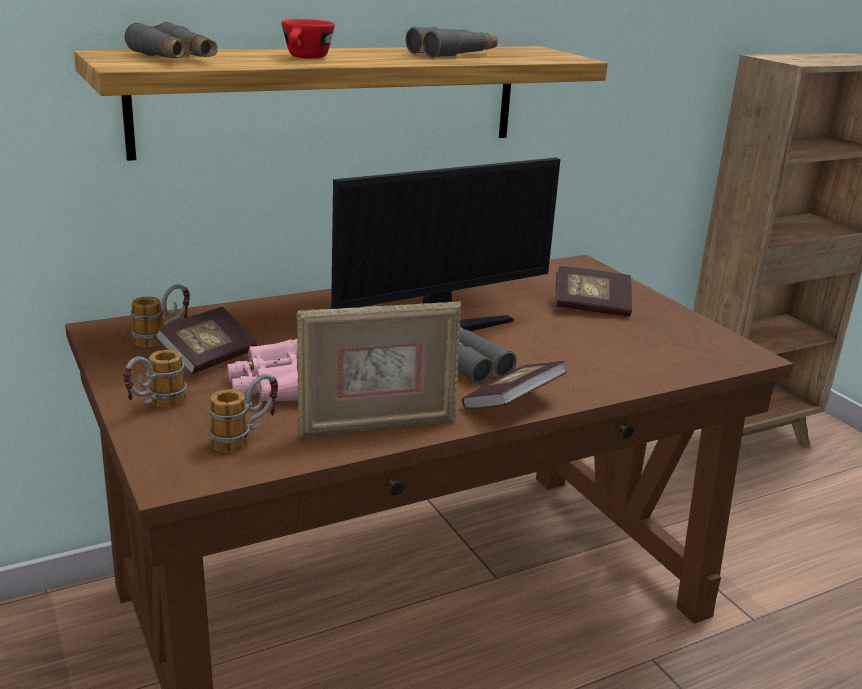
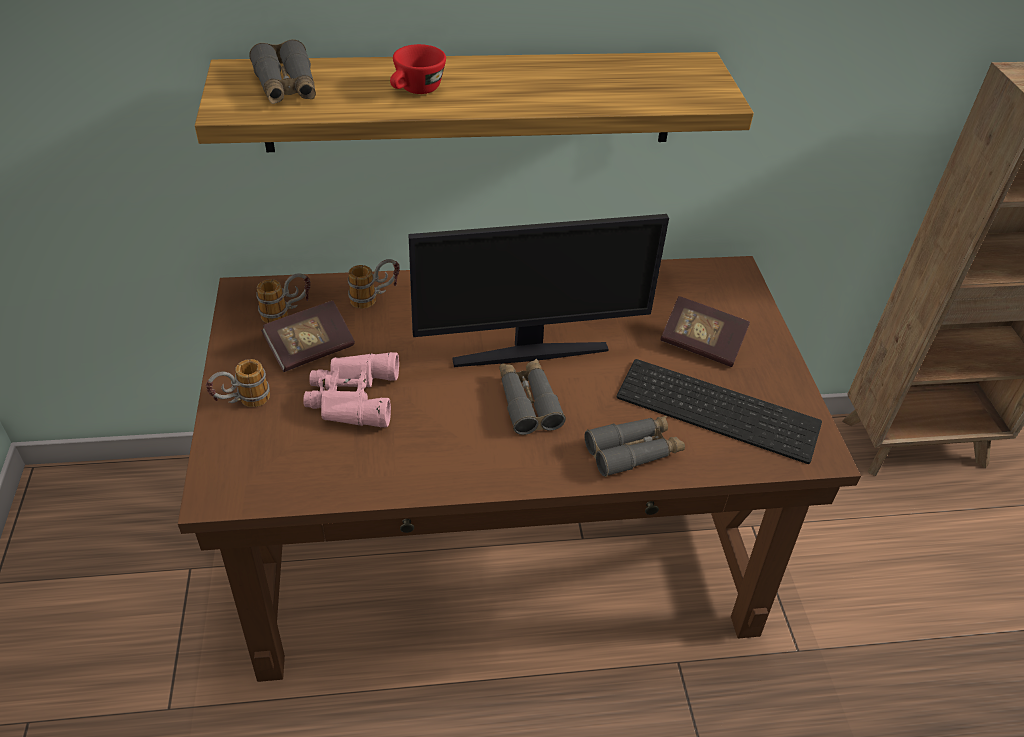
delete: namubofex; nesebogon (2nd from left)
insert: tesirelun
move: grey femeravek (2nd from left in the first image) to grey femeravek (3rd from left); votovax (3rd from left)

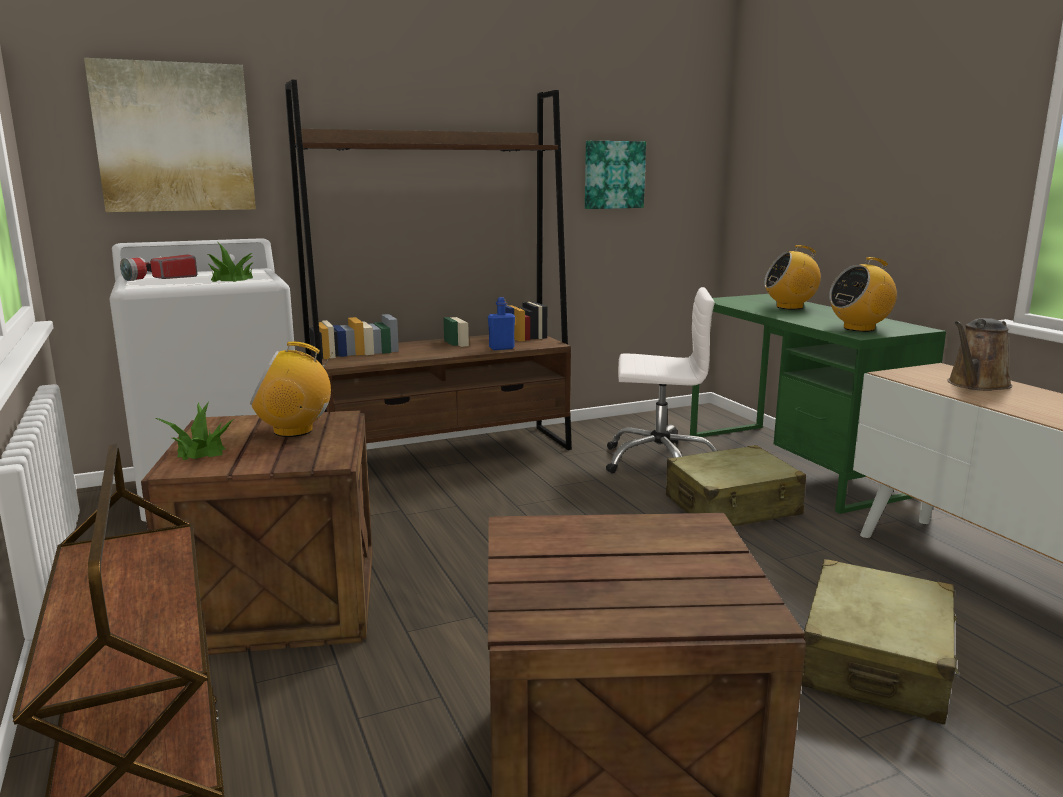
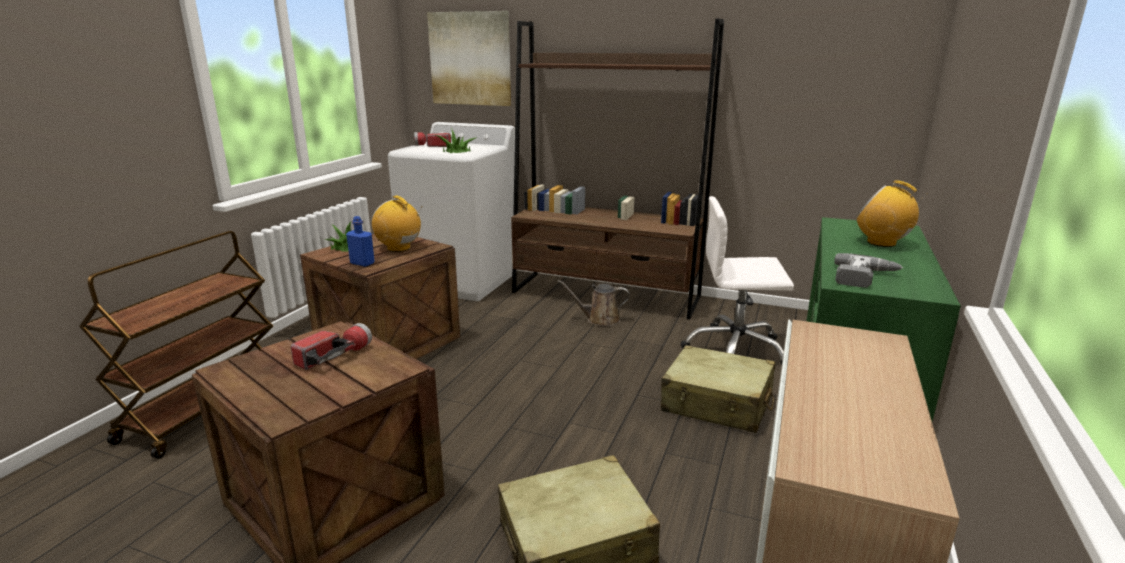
delete: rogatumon (2nd from left)
insert: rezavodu (1st from left)
move: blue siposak; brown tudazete
replace: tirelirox (3rd from left) to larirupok
rotate: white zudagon 135 degrees clockwise

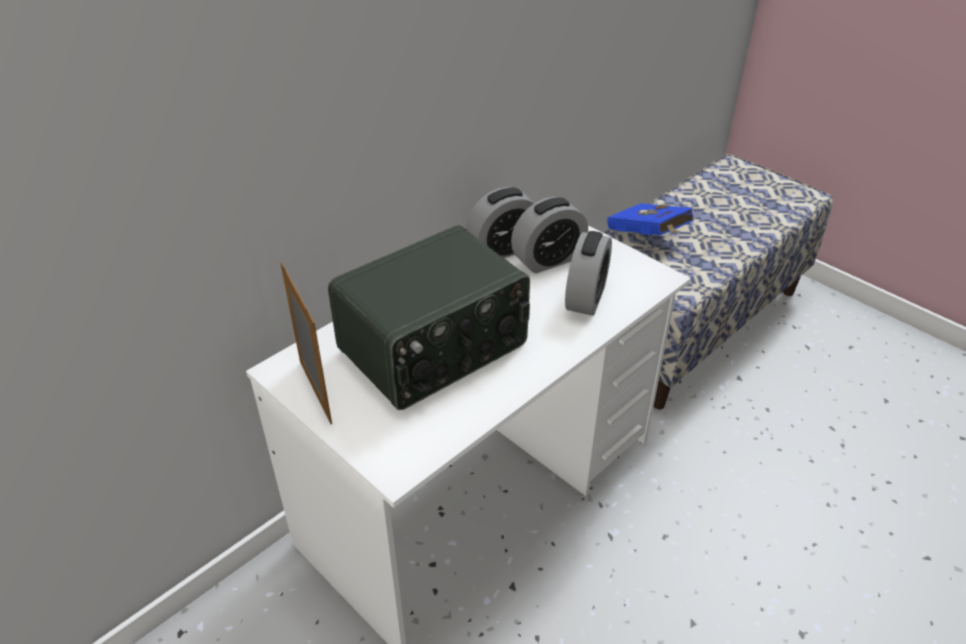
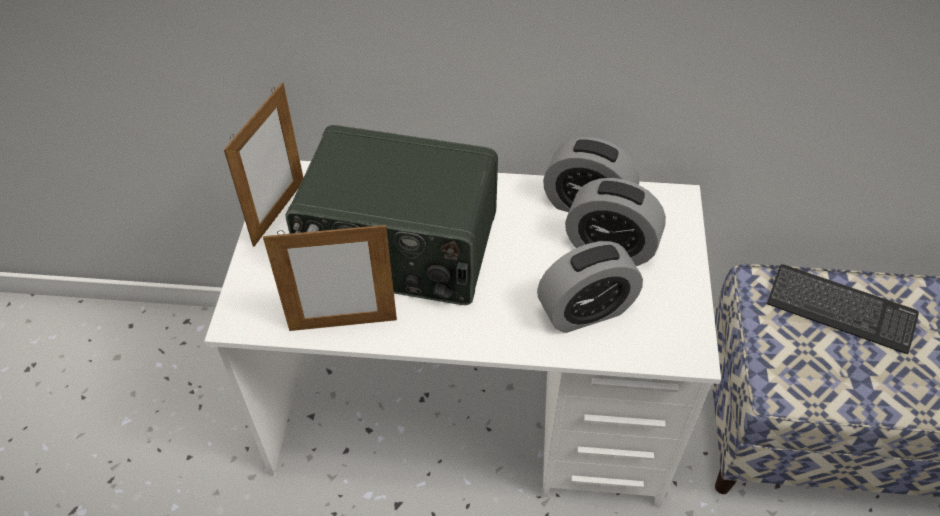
insert: namubofex (2nd from left)
replace: blue nesebogon to tesirelun

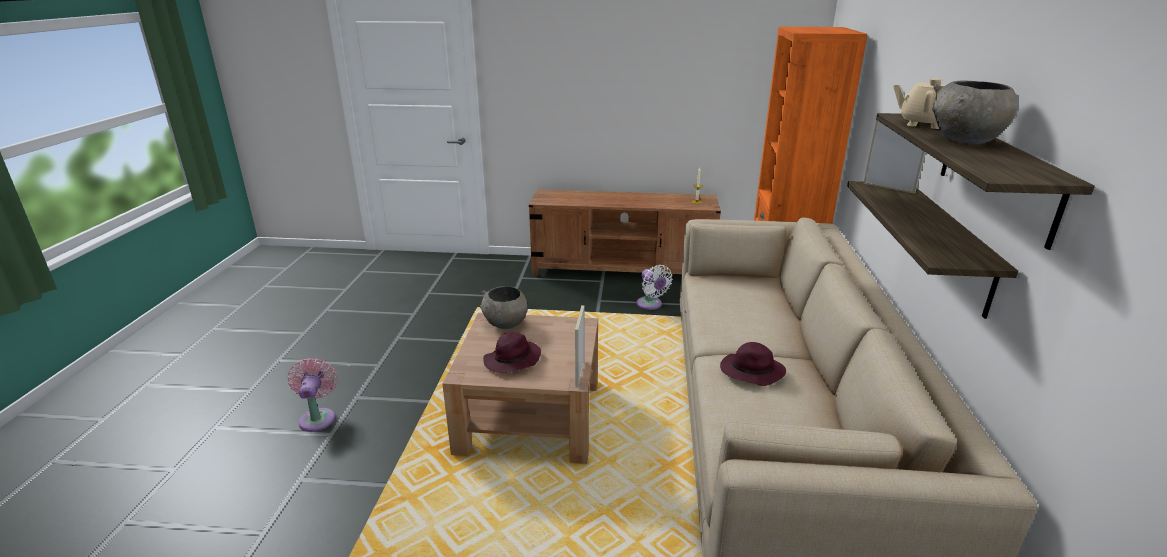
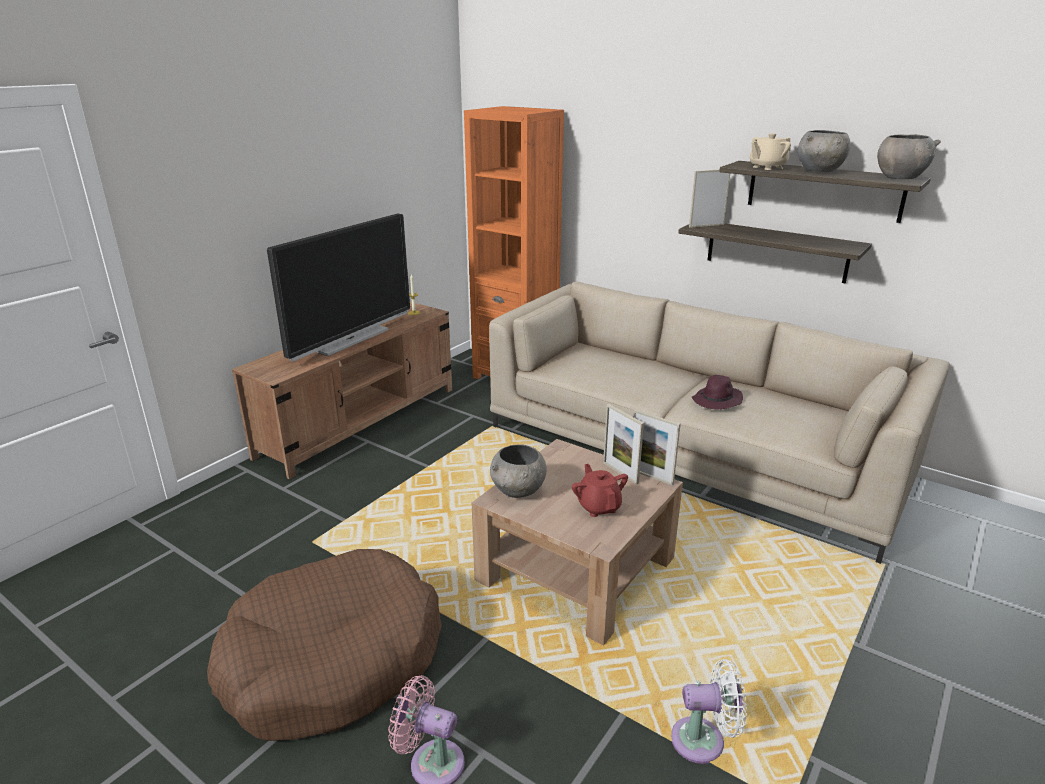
insert: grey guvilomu (3rd from left); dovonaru; namubofex (1st from left); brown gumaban
move: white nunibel
replace: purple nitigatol (1st from left) to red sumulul

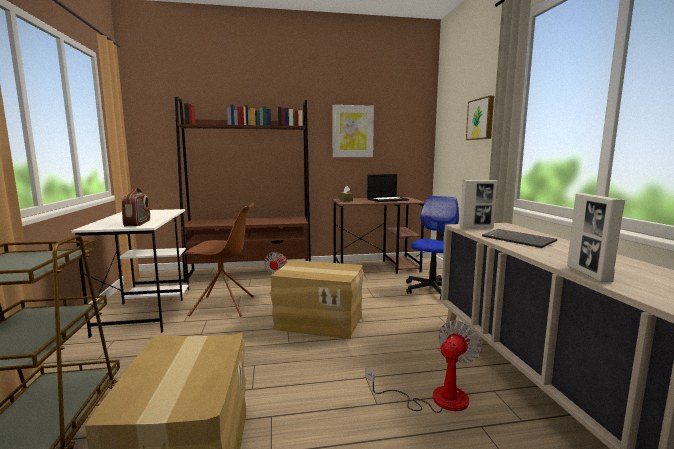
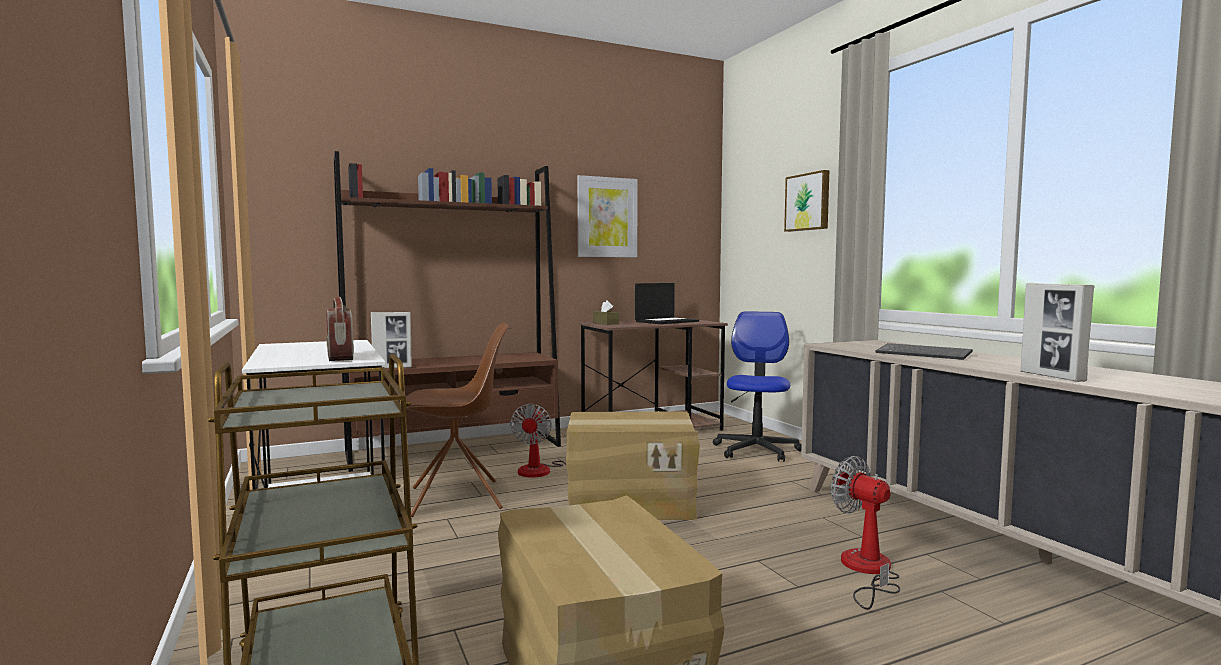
move: namubofex (1st from left)
rotate: nunibel (2nd from left) 60 degrees counterclockwise

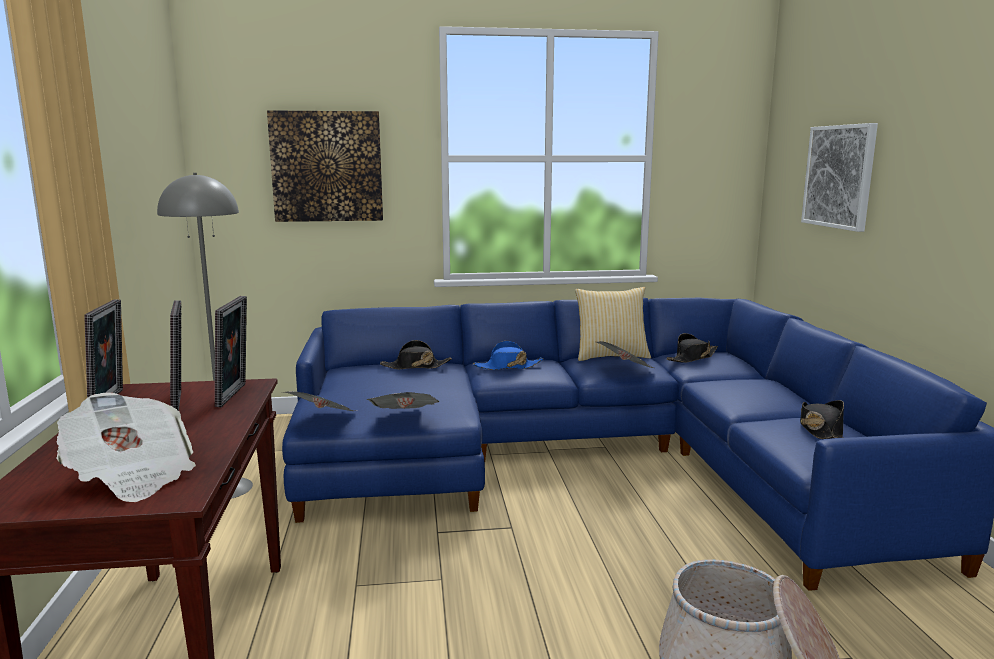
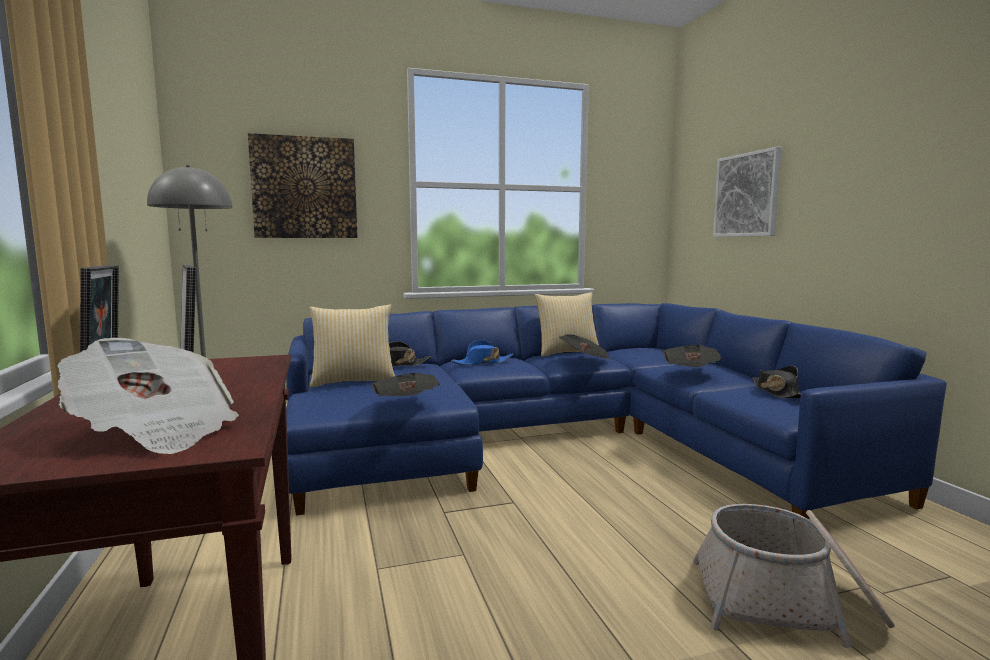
delete: namubofex (3rd from left); black nitigatol (2nd from left)
insert: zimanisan (1st from left)
move: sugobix (2nd from left in the first image) to sugobix (4th from left)

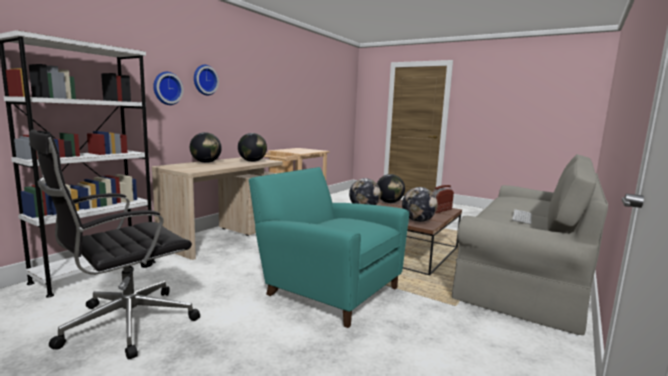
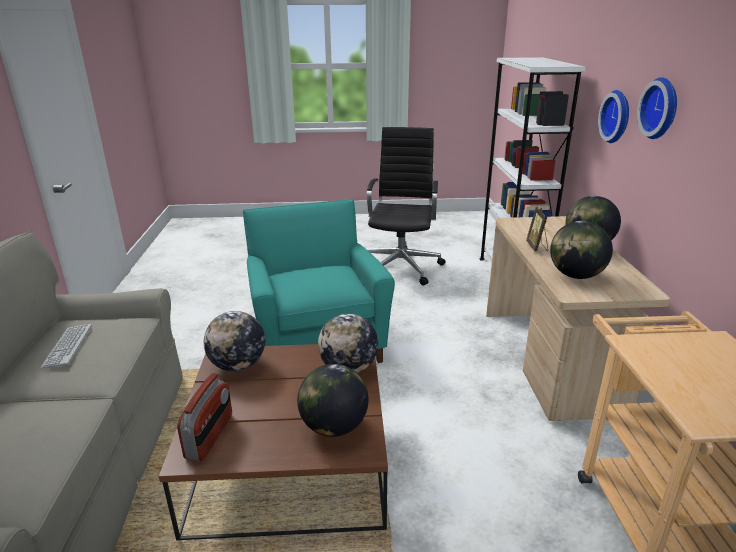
insert: namubofex
rotate: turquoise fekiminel 105 degrees counterclockwise

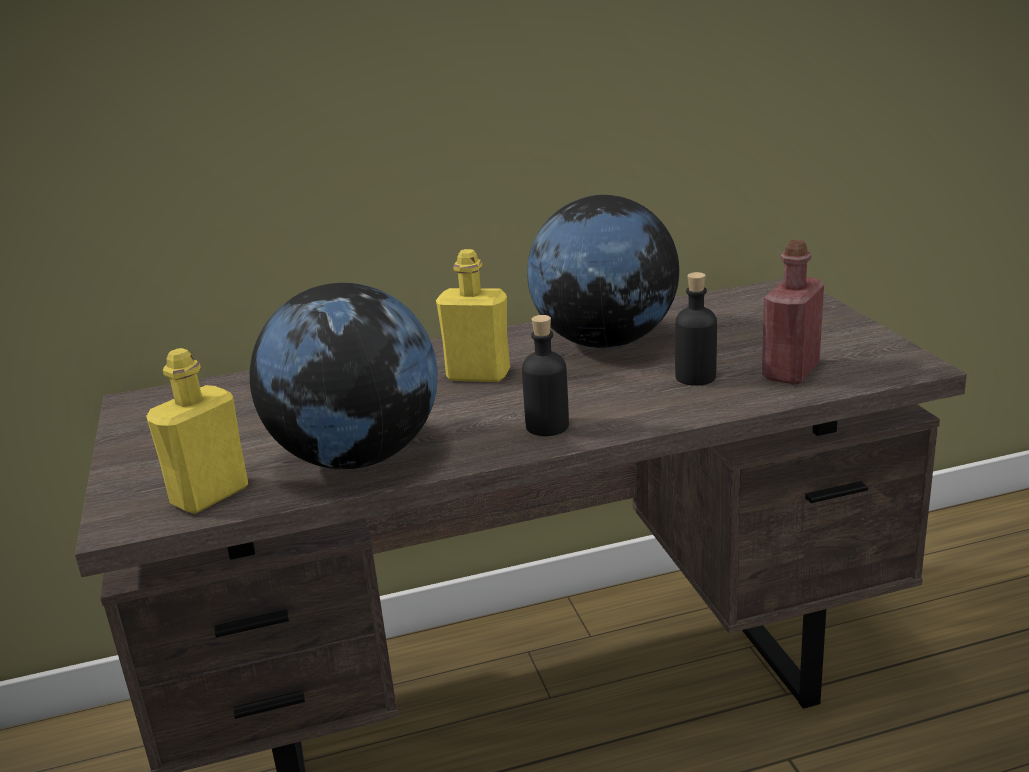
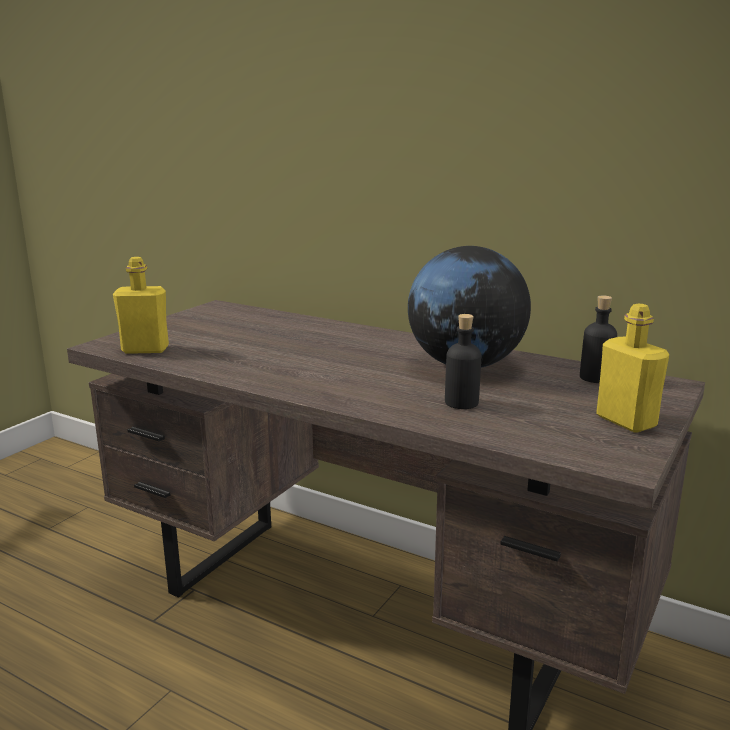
delete: red siposak; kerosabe (1st from left)
move: yellow siposak (2nd from left); black siposak (1st from left in the first image) to black siposak (2nd from left)

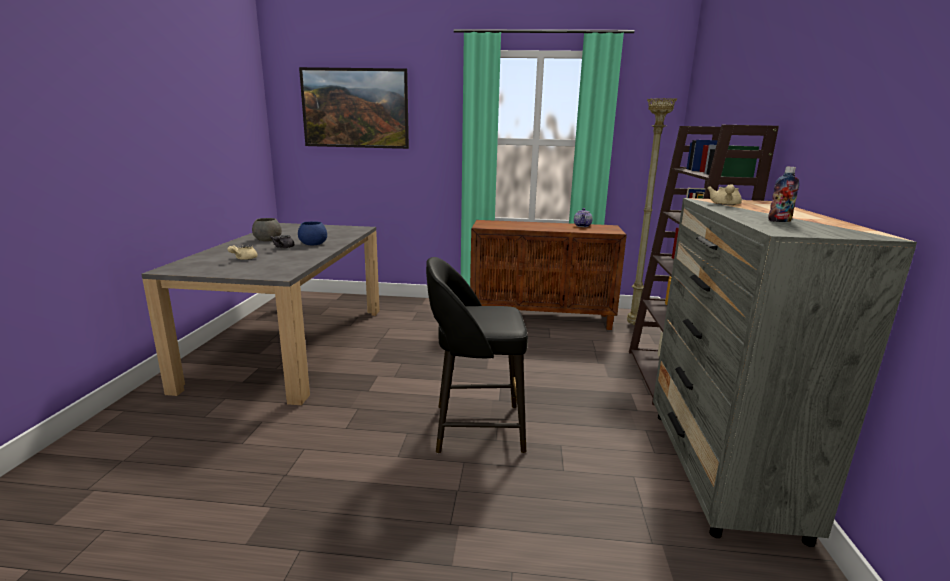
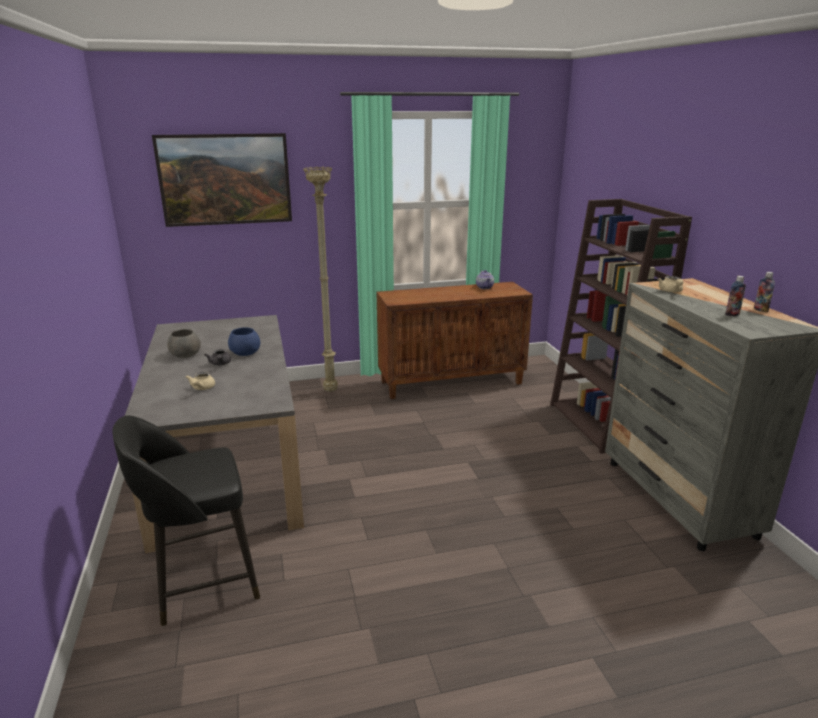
insert: siposak (2nd from left)
move: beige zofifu; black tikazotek

